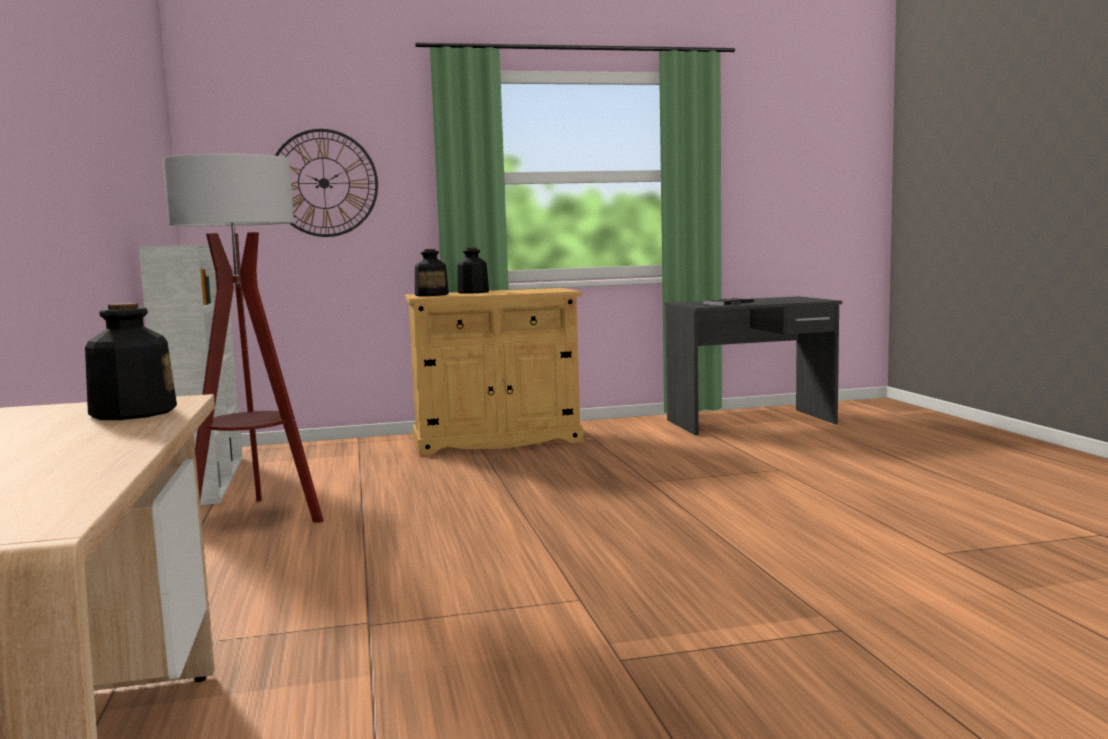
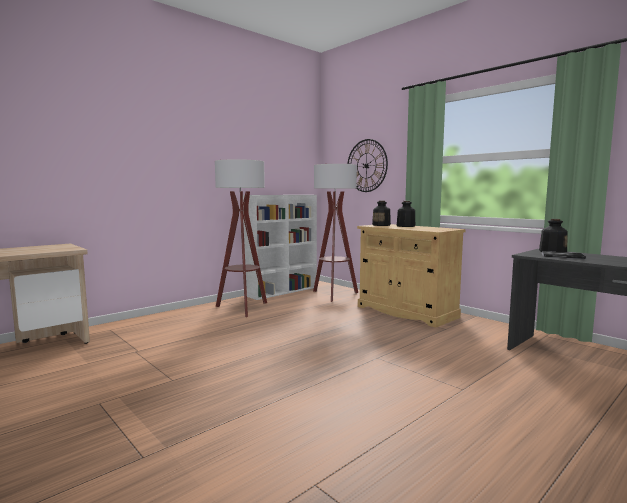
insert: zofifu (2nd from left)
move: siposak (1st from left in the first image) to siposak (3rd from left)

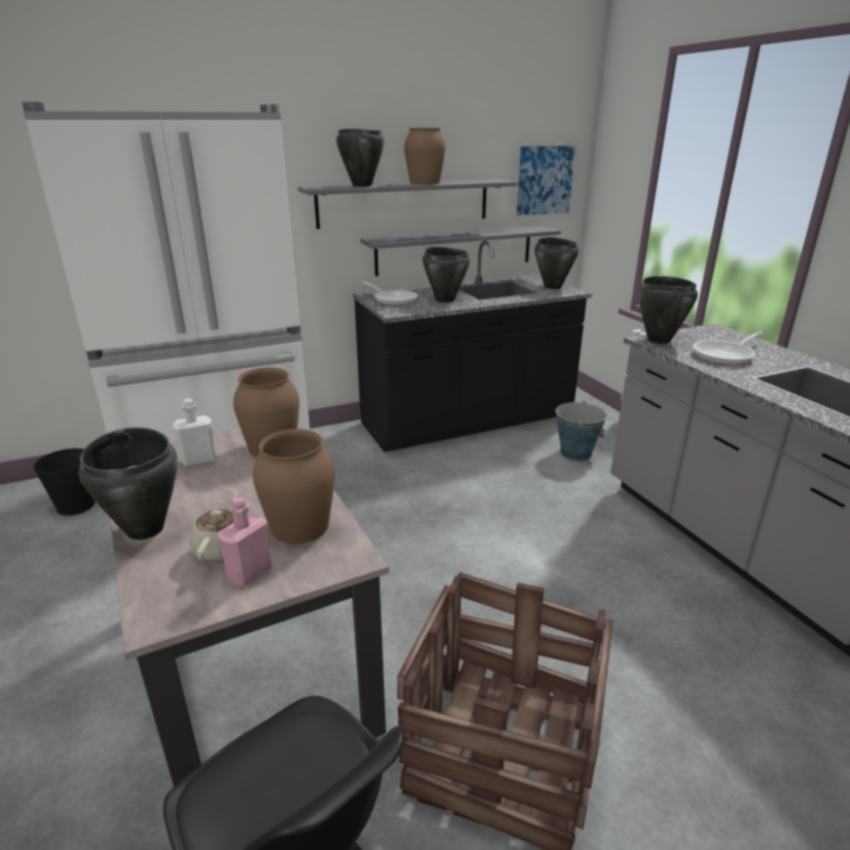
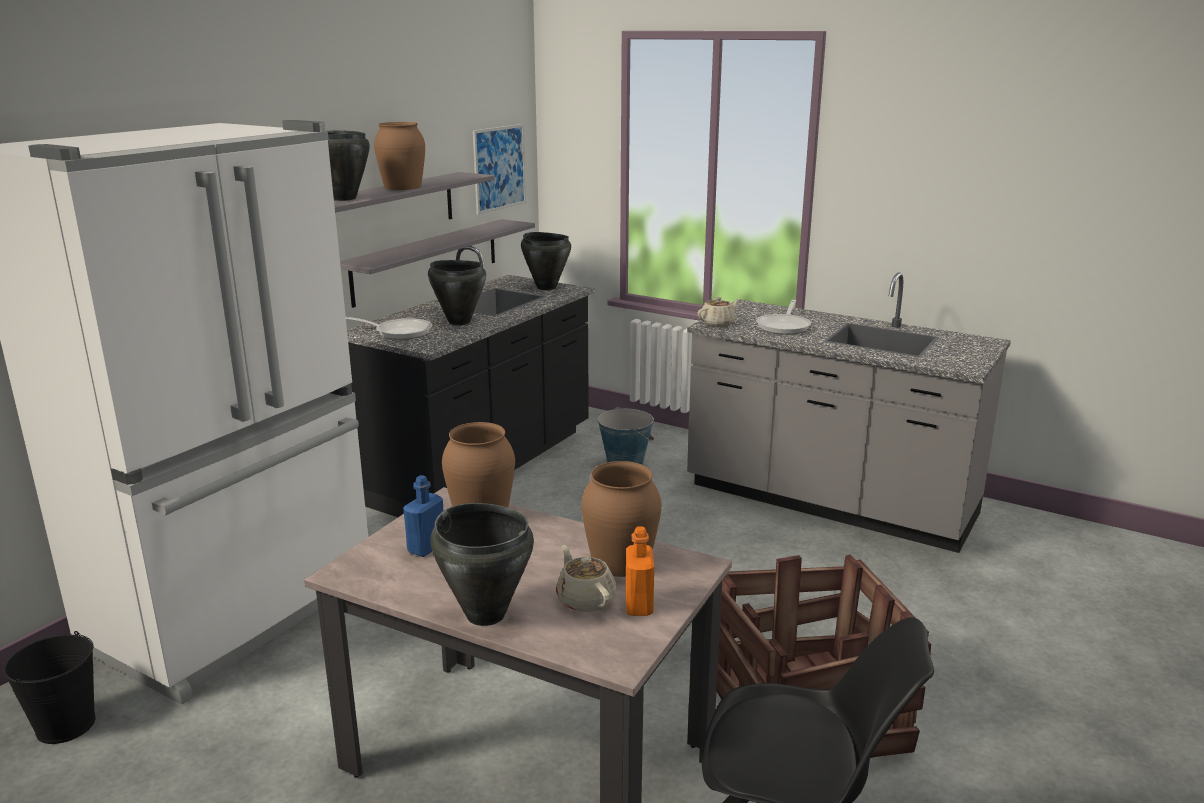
replace: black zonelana (5th from left) to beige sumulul (2nd from left)
recolor: white siposak to blue siposak; pink siposak to orange siposak

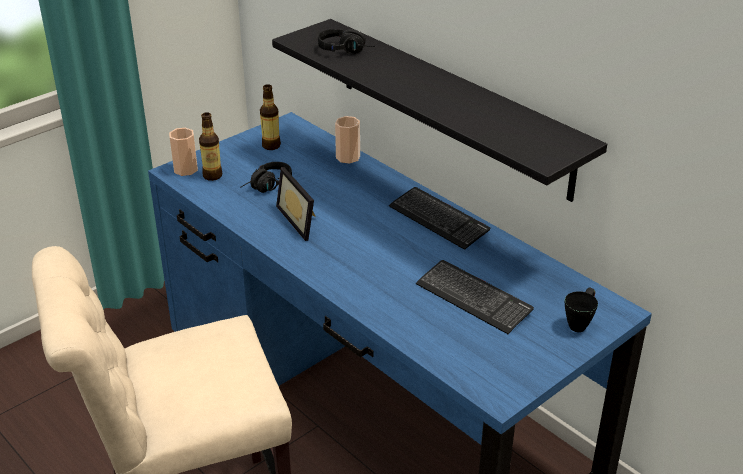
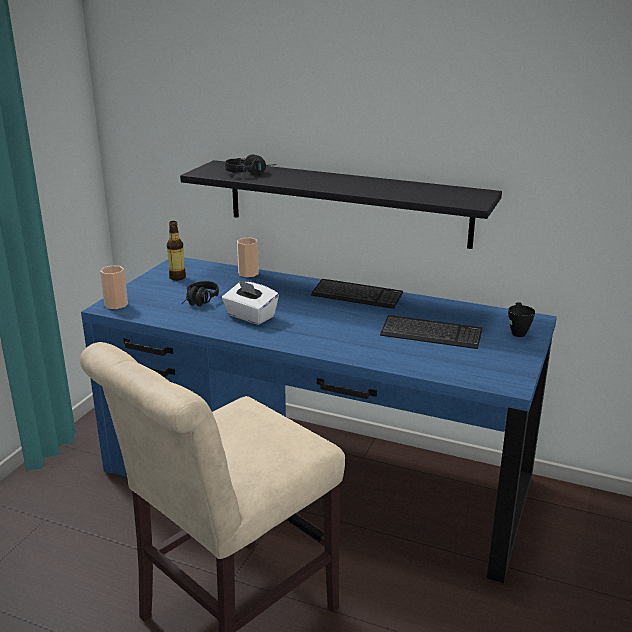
delete: siposak (1st from left)
replace: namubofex to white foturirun

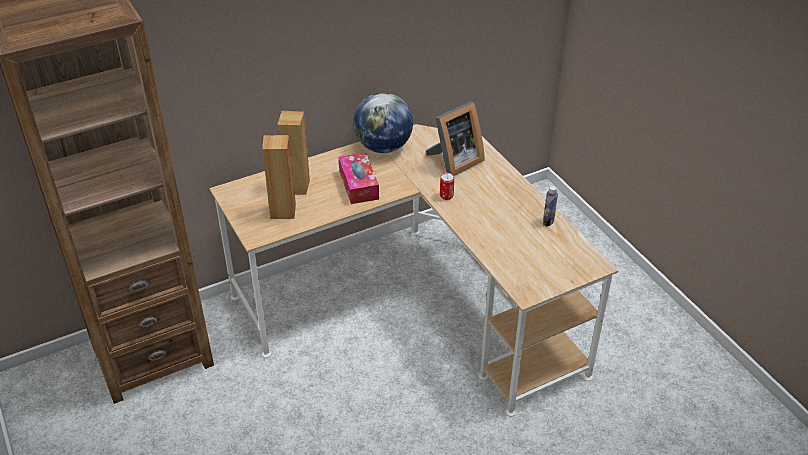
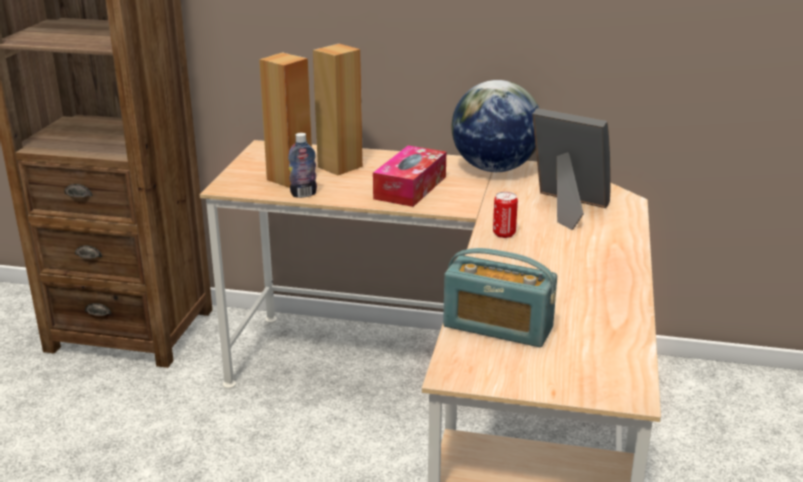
insert: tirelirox
move: siposak
rotate: namubofex 150 degrees counterclockwise

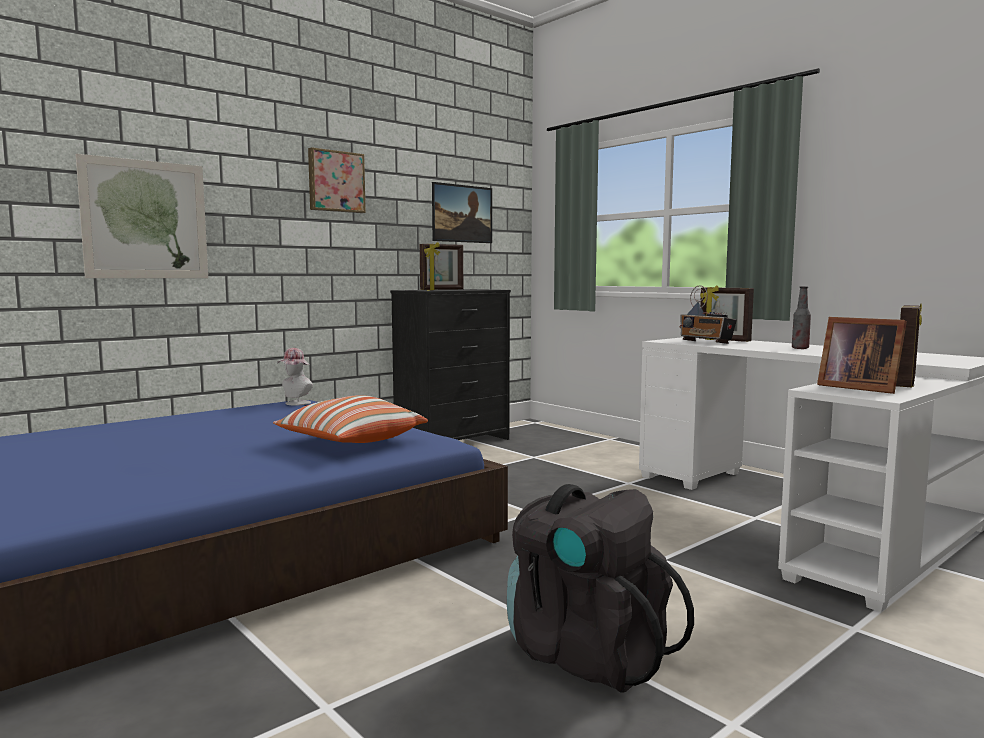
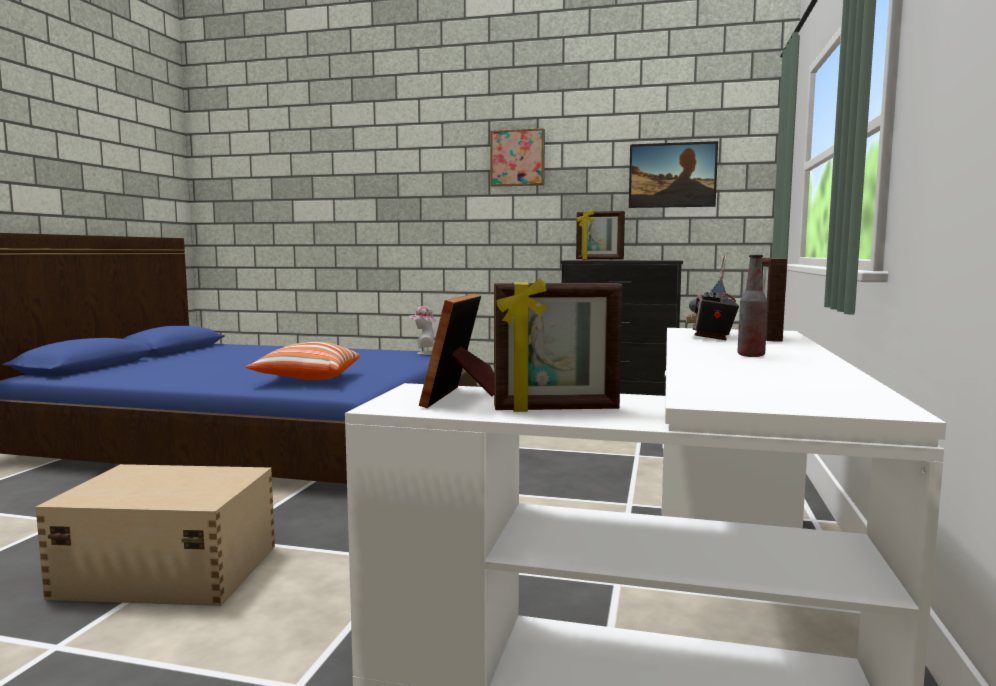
delete: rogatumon (1st from left)
replace: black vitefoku to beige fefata

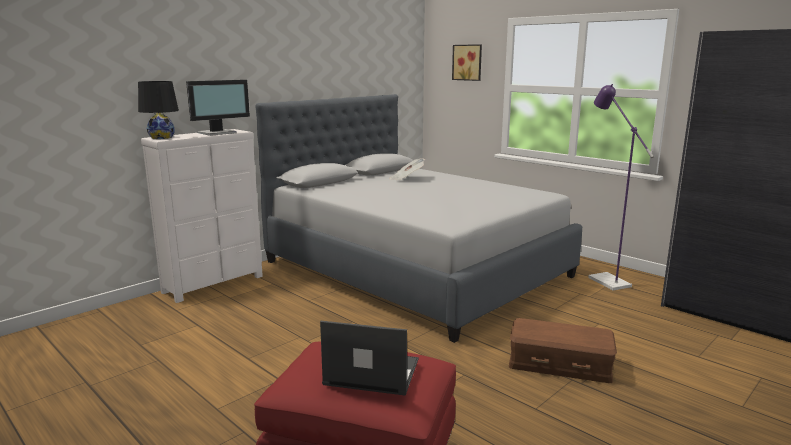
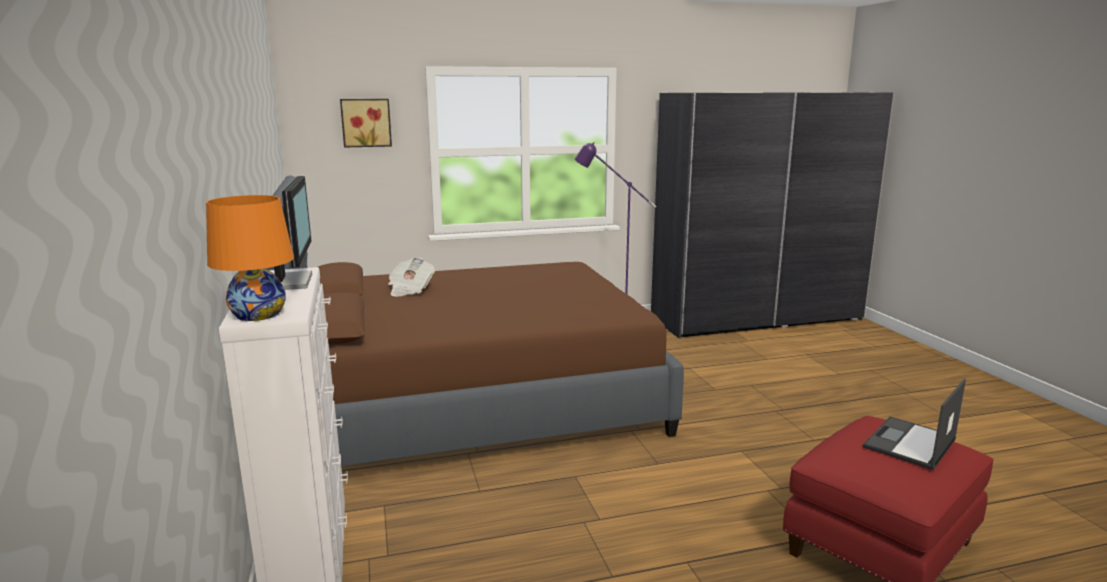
delete: brown fefata
recolor: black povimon to orange povimon; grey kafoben to brown kafoben

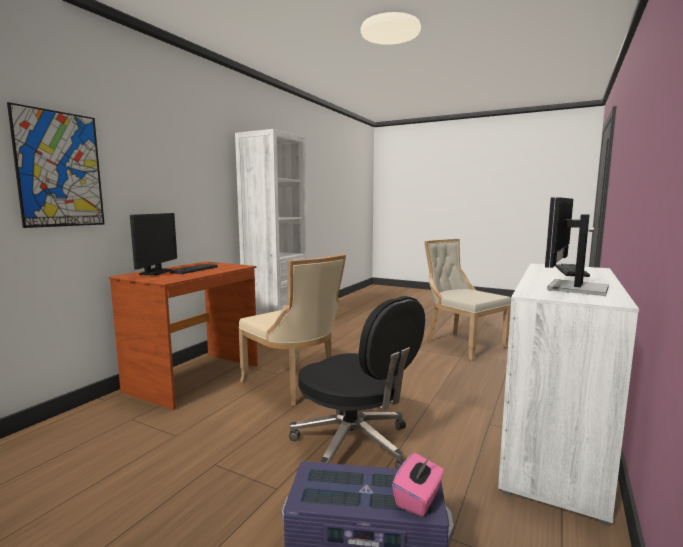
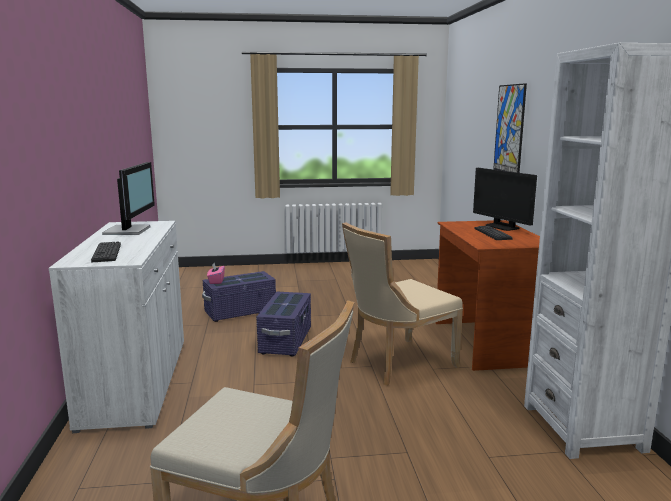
replace: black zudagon to purple fefata (2nd from left)
rotate: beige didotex (1st from left in the first image) 45 degrees counterclockwise

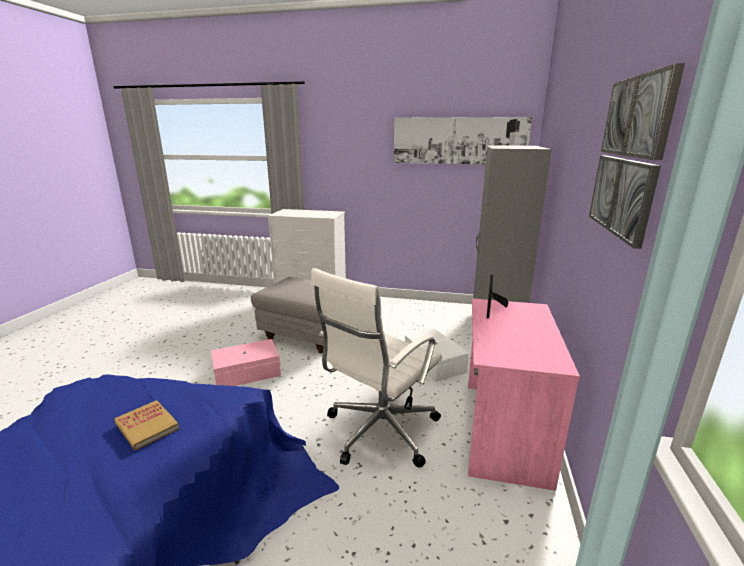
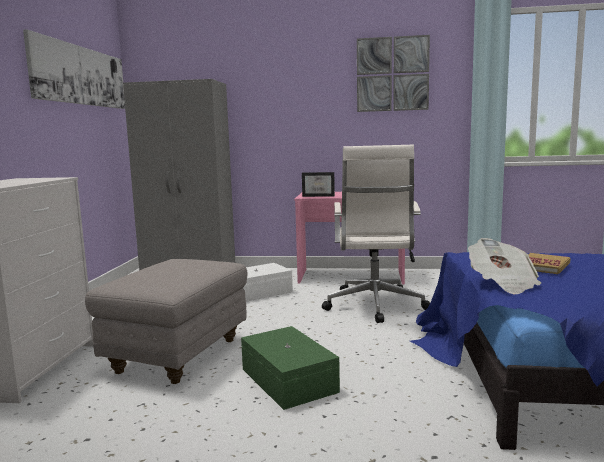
insert: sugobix
recolor: pink fefata to green fefata
rotate: white zudagon 60 degrees clockwise

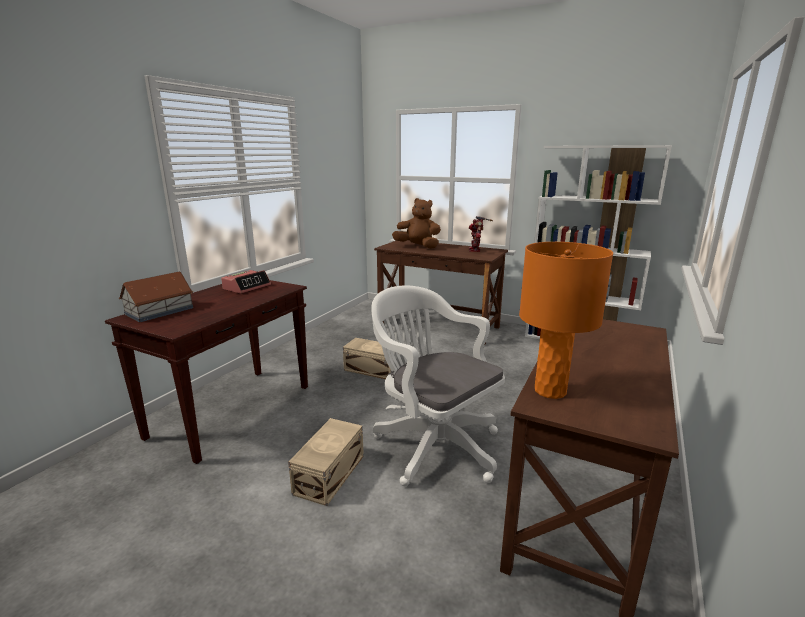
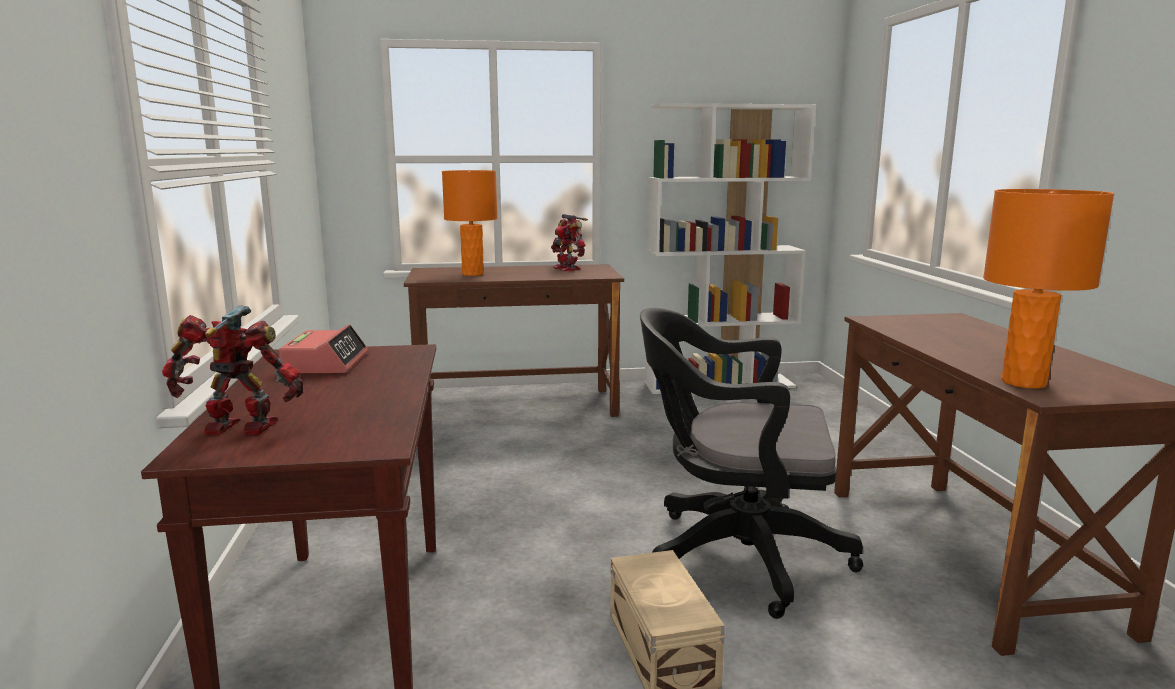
delete: beige fefata (2nd from left)
replace: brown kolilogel to orange povimon (1st from left); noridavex to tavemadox (1st from left)
recolor: white zudagon to black zudagon

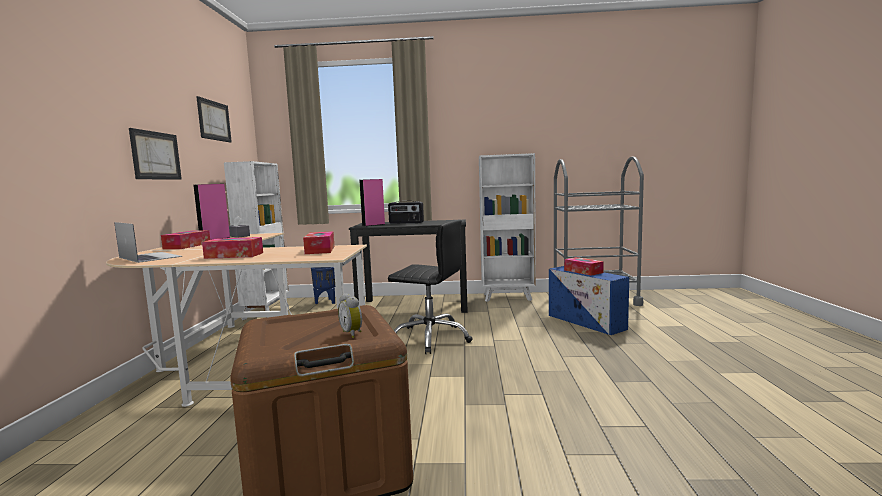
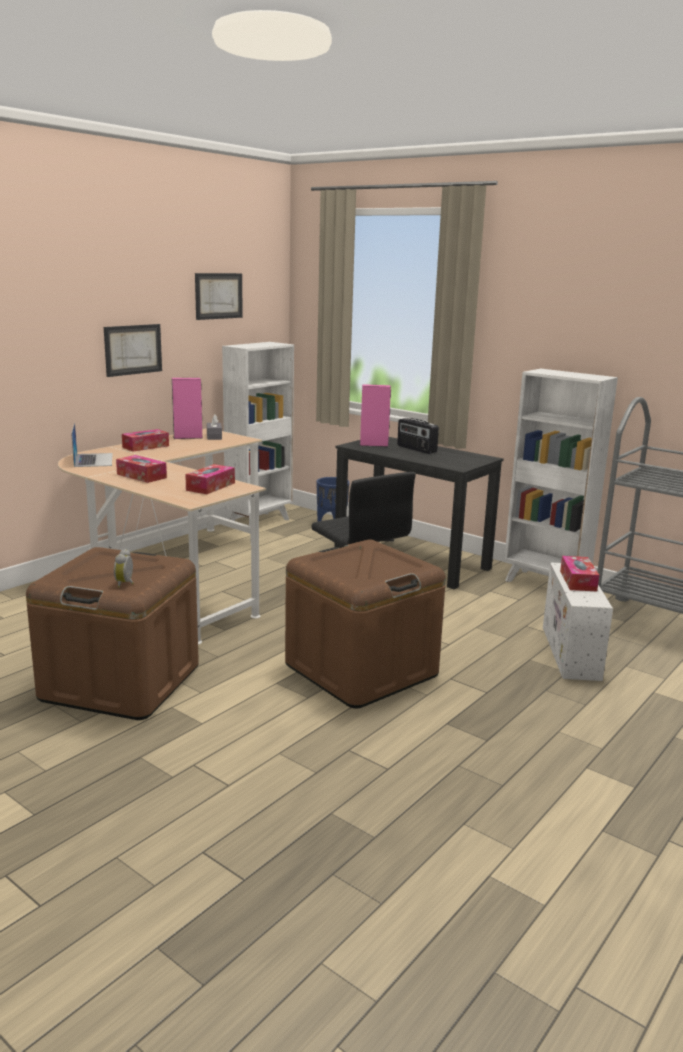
insert: brown fefata (2nd from left)
recolor: blue fefata to white fefata

